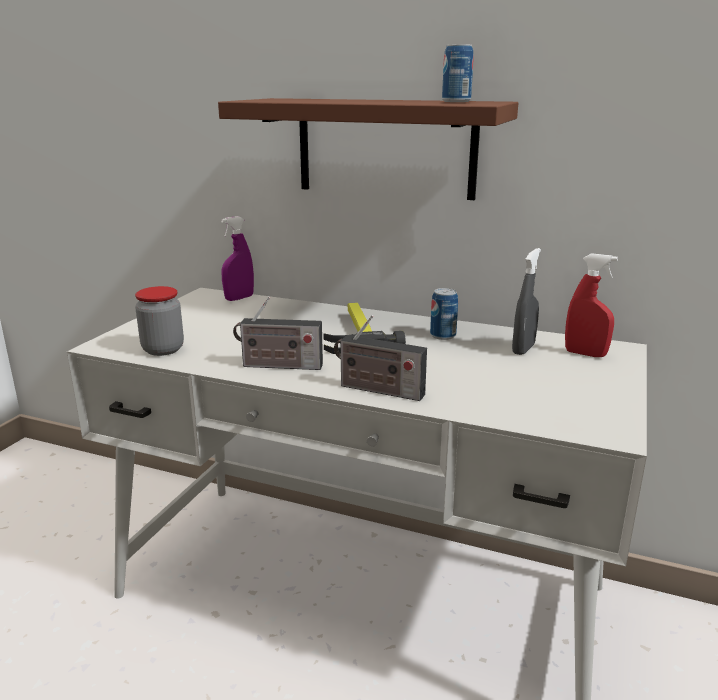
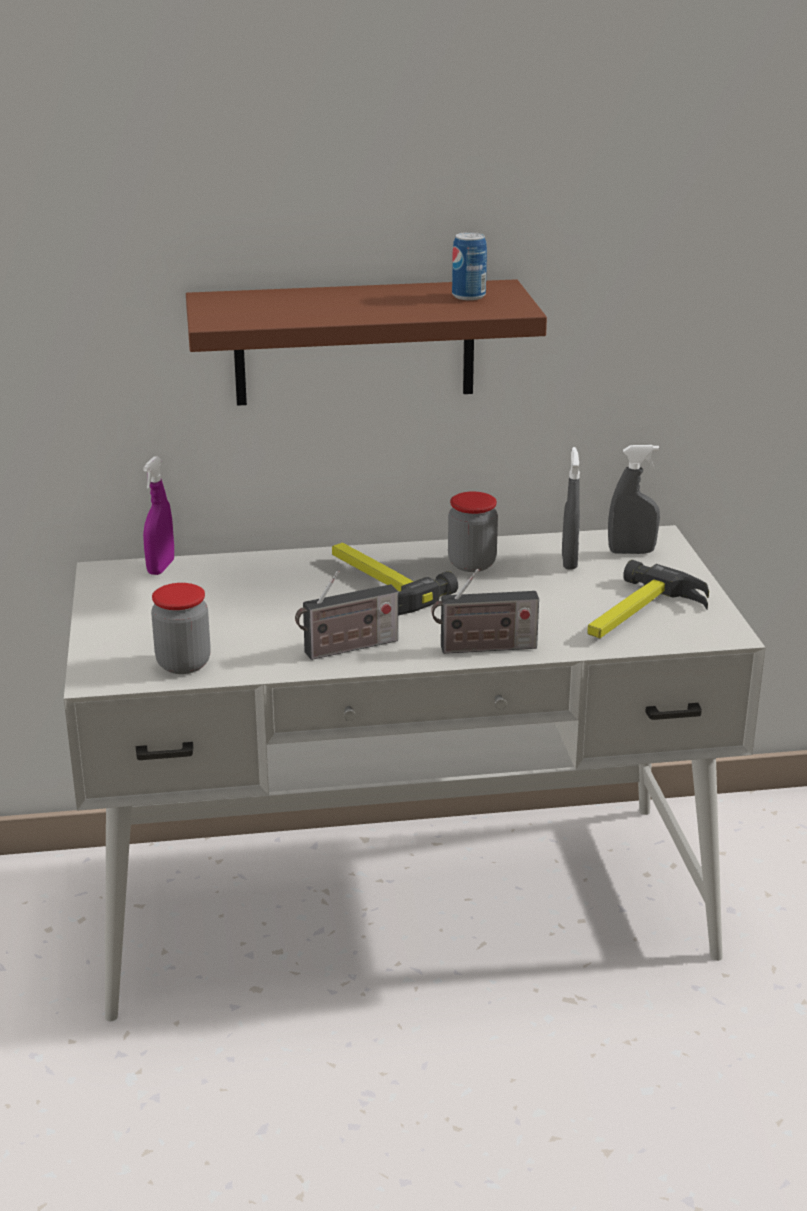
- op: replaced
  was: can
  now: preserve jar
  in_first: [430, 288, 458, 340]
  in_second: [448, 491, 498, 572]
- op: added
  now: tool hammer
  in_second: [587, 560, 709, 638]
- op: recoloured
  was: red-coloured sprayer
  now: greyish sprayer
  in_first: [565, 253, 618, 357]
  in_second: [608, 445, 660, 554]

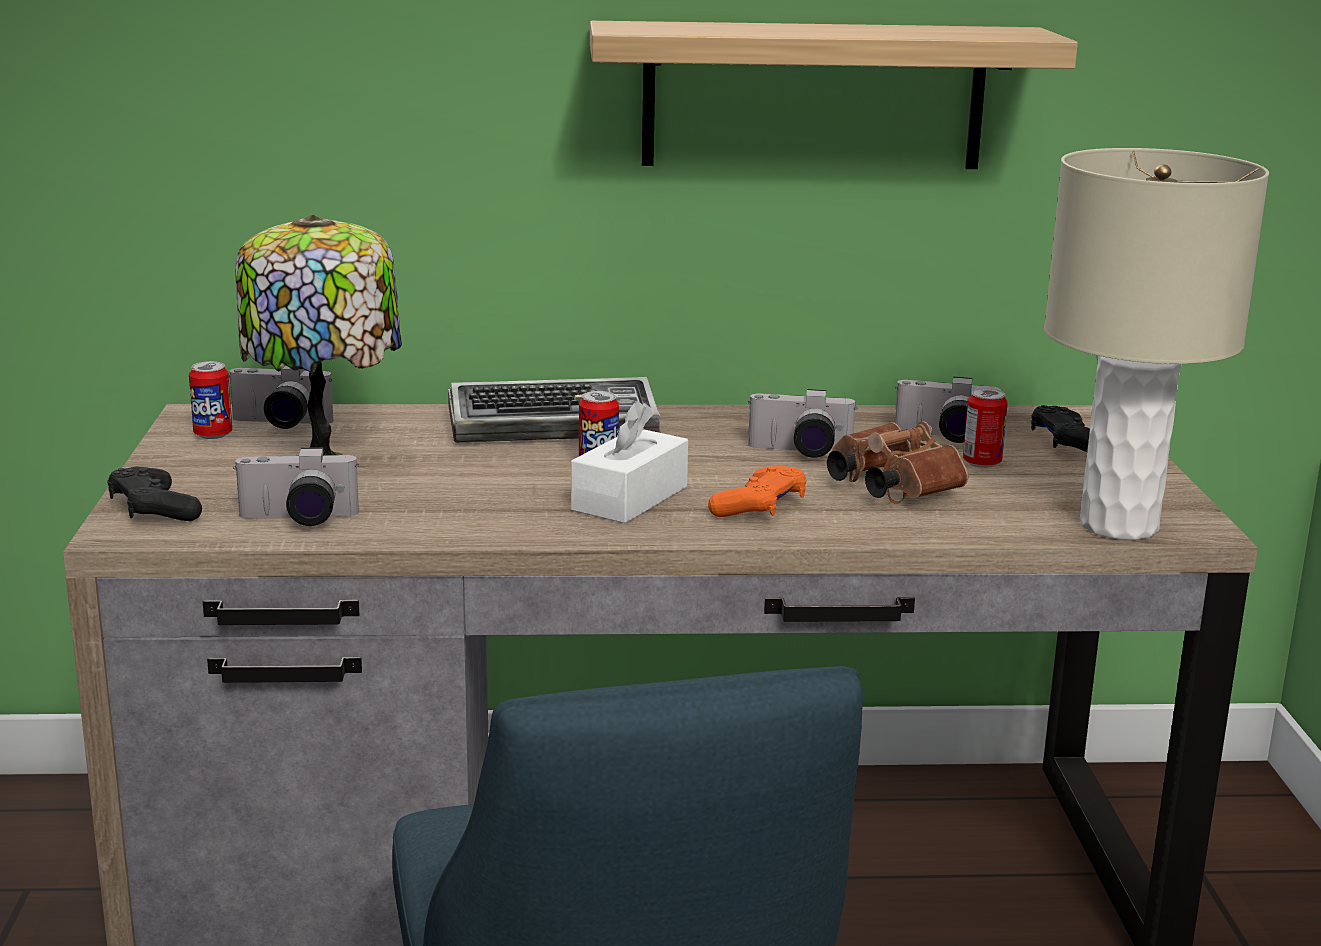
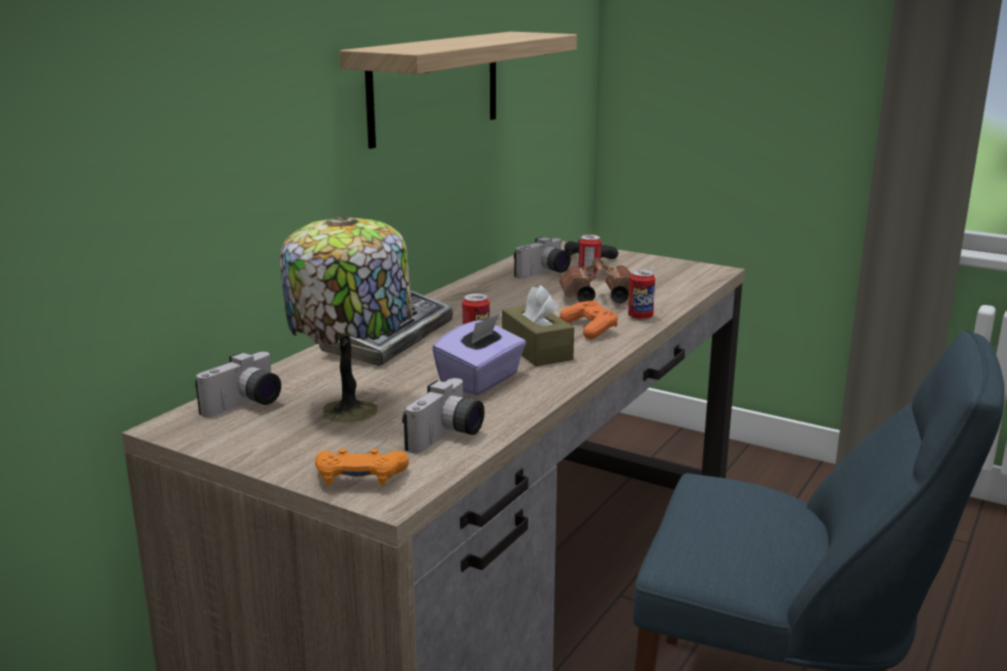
- op: recoloured
  was: black-coloured game controller
  now: orange game controller
  in_first: [107, 467, 202, 521]
  in_second: [315, 449, 409, 486]
- op: added
  now: purple-coloured tissue holder
  in_second: [432, 313, 526, 396]
- op: recoloured
  was: white tissue holder
  now: brownish tissue holder
  in_first: [571, 401, 688, 523]
  in_second: [502, 285, 574, 366]
- op: moved
  was: can
  in_first: [189, 361, 232, 439]
  in_second: [628, 270, 655, 320]
- op: removed
  was: still camera
  in_first: [748, 389, 857, 458]
- op: removed
  was: sand-coloured table lamp
  in_first: [1044, 148, 1269, 540]

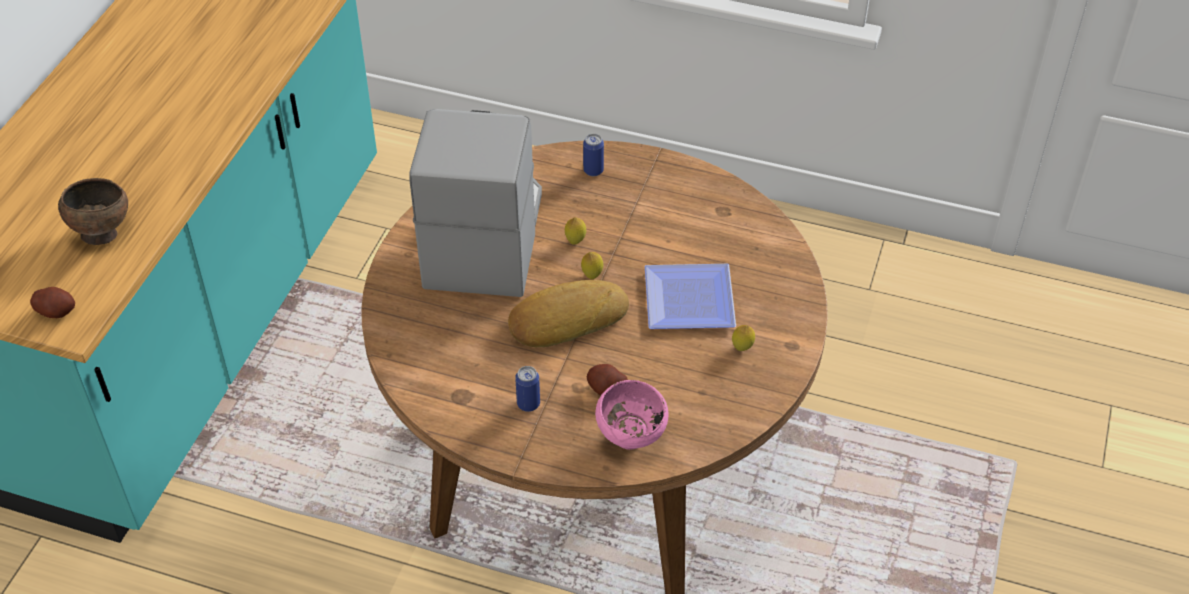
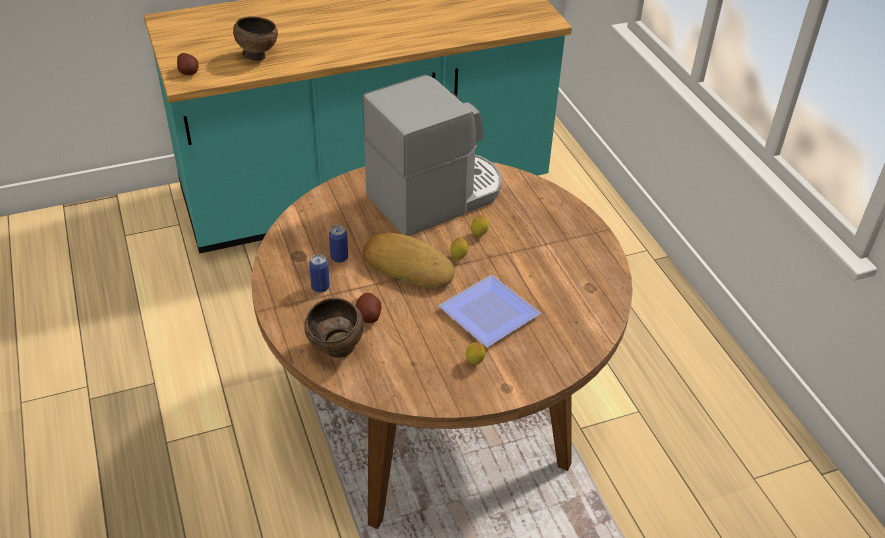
- op: recoloured
  was: pink-coloured deep dish
  now: brownish deep dish
  in_first: [595, 380, 669, 450]
  in_second: [304, 298, 364, 358]
- op: moved
  was: can
  in_first: [583, 134, 604, 176]
  in_second: [329, 225, 348, 263]

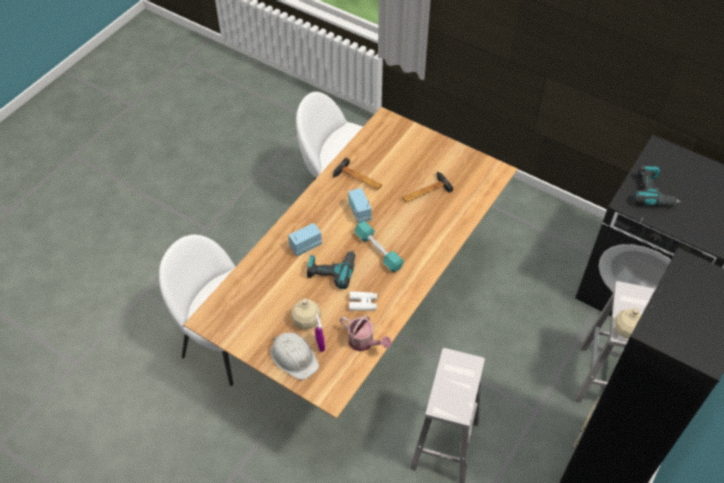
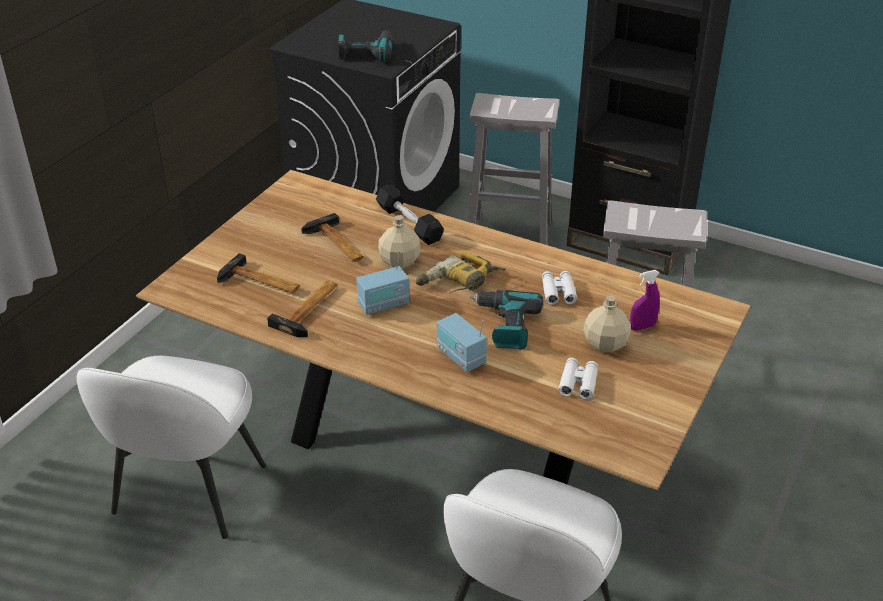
- op: added
  now: tool hammer
  in_second: [217, 253, 300, 293]
- op: added
  now: black-coloured dumbbell
  in_second: [376, 184, 444, 245]
- op: moved
  was: sand-coloured beverage bottle
  in_first: [615, 308, 641, 339]
  in_second: [378, 215, 421, 268]
- op: replaced
  was: blue-green dumbbell
  now: drill
  in_first: [355, 221, 404, 272]
  in_second: [416, 252, 506, 294]
- op: added
  now: white field glasses
  in_second: [558, 358, 598, 400]
- op: removed
  was: white hard hat
  in_first: [271, 332, 319, 380]
- op: removed
  was: watering pot
  in_first: [340, 315, 391, 352]

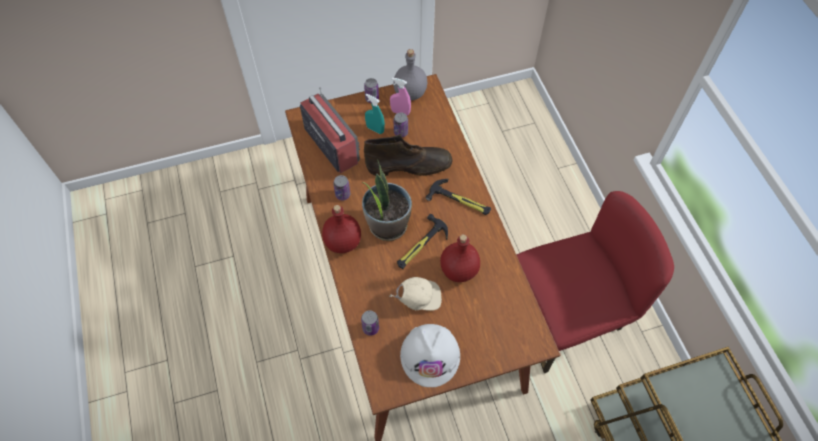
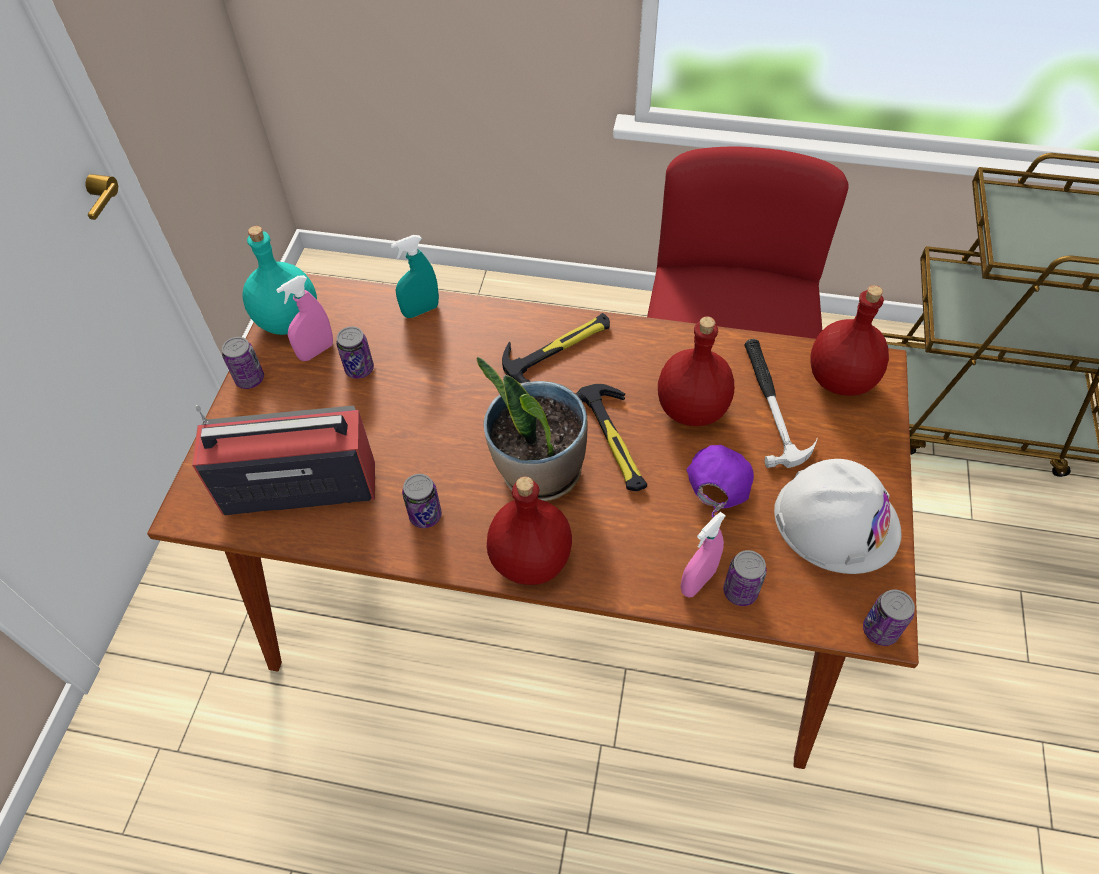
- op: recoloured
  was: greyish beverage bottle
  now: blue-green beverage bottle
  in_first: [393, 49, 427, 100]
  in_second: [243, 226, 317, 335]
- op: moved
  was: blue-green sprayer
  in_first: [365, 94, 385, 134]
  in_second: [391, 235, 439, 318]
- op: added
  now: pink-coloured sprayer
  in_second: [680, 512, 726, 597]
- op: recoloured
  was: sand-coloured baseball cap
  now: purple-coloured baseball cap
  in_first: [389, 277, 442, 311]
  in_second: [687, 445, 754, 517]
- op: added
  now: tool hammer
  in_second: [744, 339, 818, 468]
- op: added
  now: red-coloured beverage bottle
  in_second: [811, 285, 889, 396]
- op: added
  now: can
  in_second: [863, 589, 915, 646]
- op: removed
  was: brownish tall boot
  in_first: [364, 134, 452, 176]

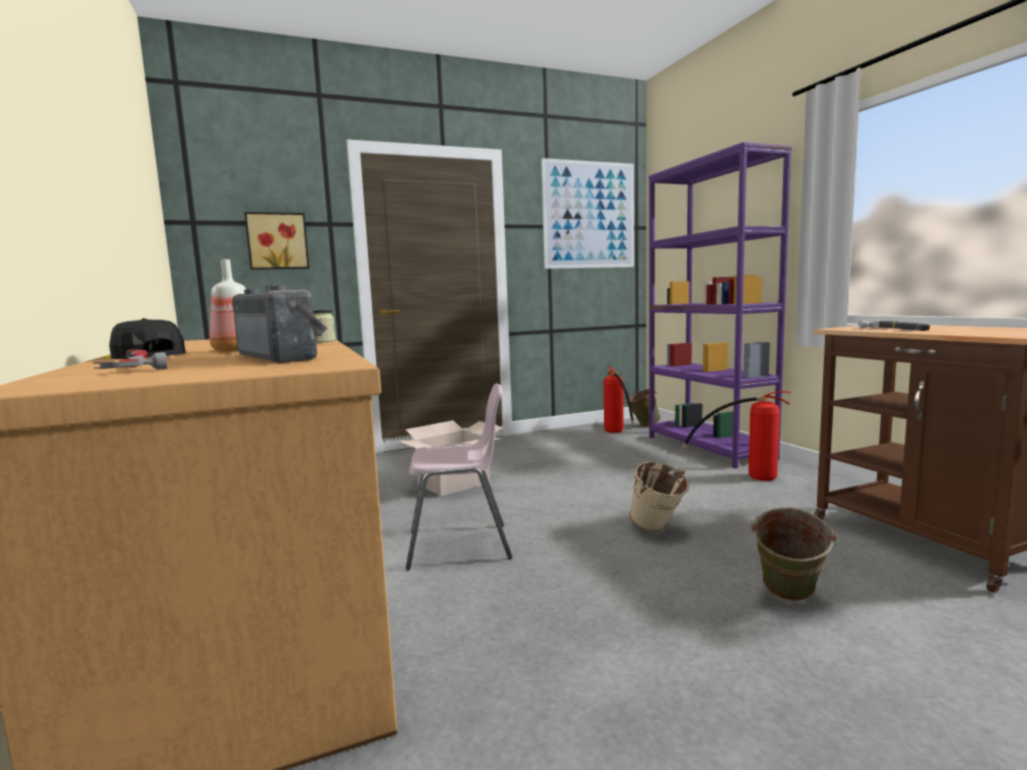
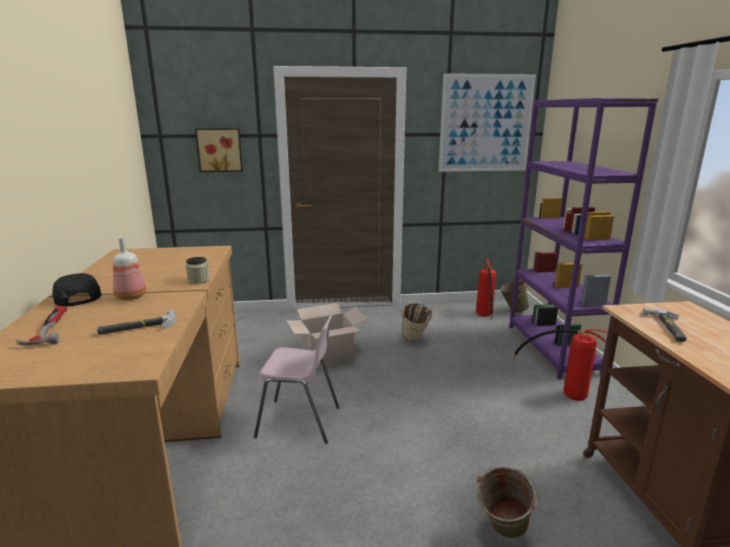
- op: replaced
  was: radio receiver
  now: tool hammer
  in_first: [232, 285, 327, 363]
  in_second: [97, 310, 176, 335]
- op: moved
  was: sand-coloured water bucket
  in_first: [629, 461, 689, 532]
  in_second: [401, 303, 433, 341]

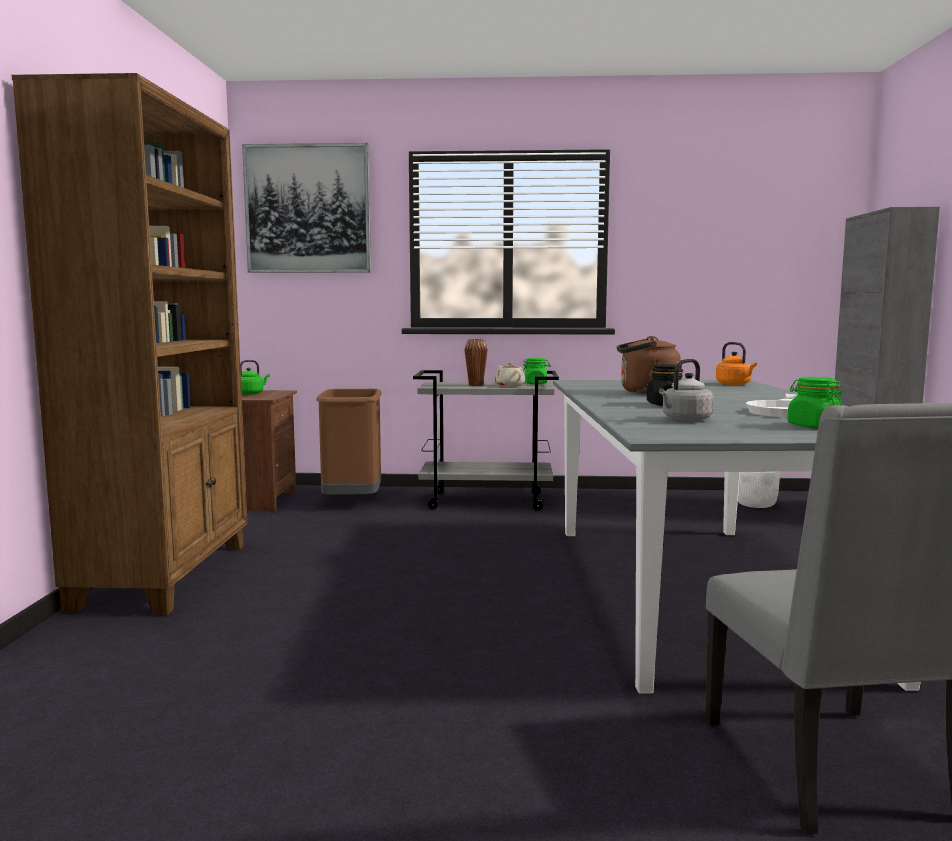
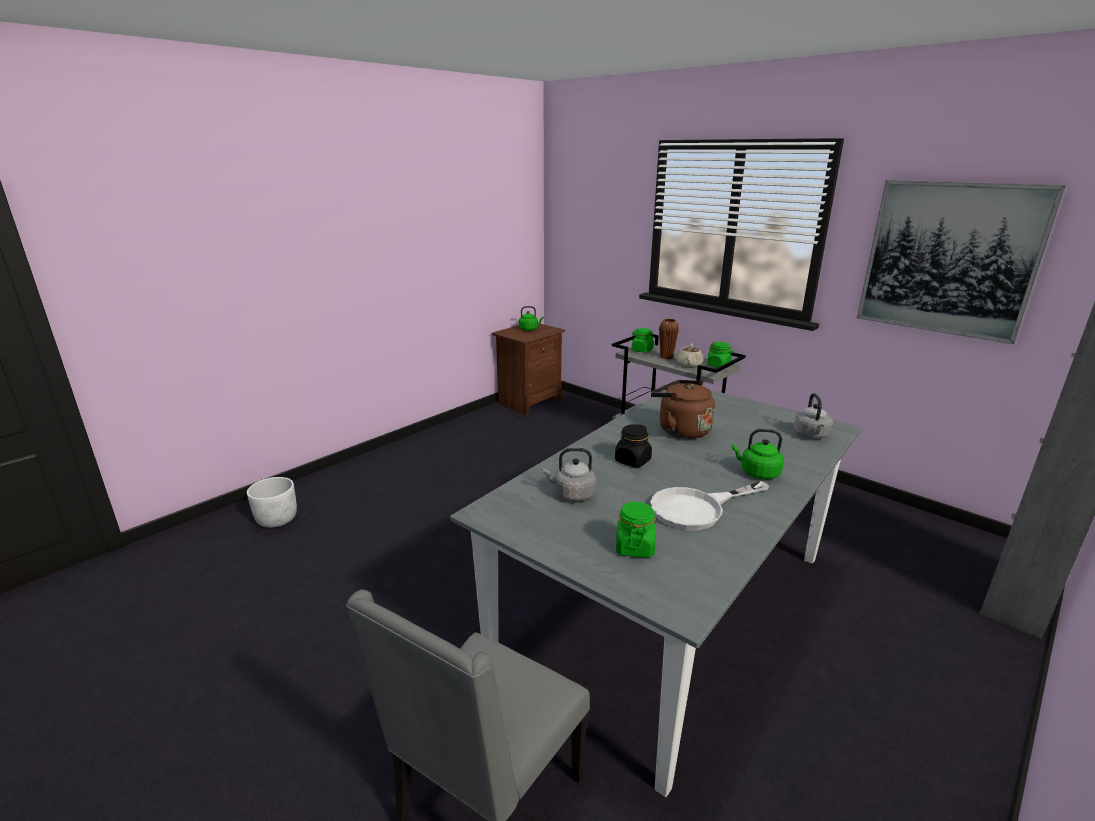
- op: moved
  was: white flower pot
  in_first: [738, 471, 781, 508]
  in_second: [247, 477, 297, 528]
- op: added
  now: green-coloured preserve jar
  in_second: [631, 328, 654, 353]
- op: added
  now: green-coloured water kettle
  in_second: [732, 429, 784, 480]
- op: recoloured
  was: orange water kettle
  now: greyish water kettle
  in_first: [716, 342, 757, 385]
  in_second: [794, 393, 833, 439]
- op: moved
  was: wall art
  in_first: [242, 143, 371, 273]
  in_second: [857, 180, 1066, 344]
- op: removed
  was: brownish bookshelf
  in_first: [12, 73, 248, 615]
- op: removed
  was: brownish rubbish bin
  in_first: [316, 389, 382, 495]

